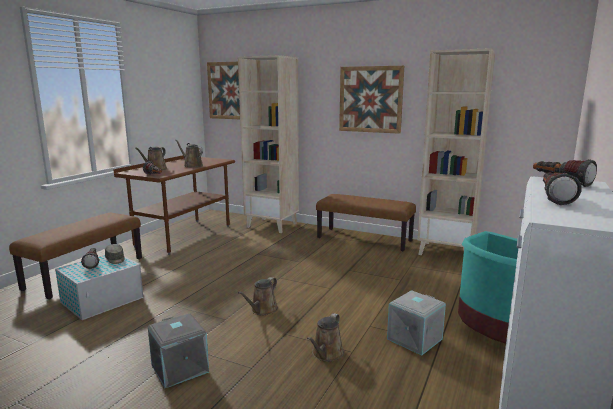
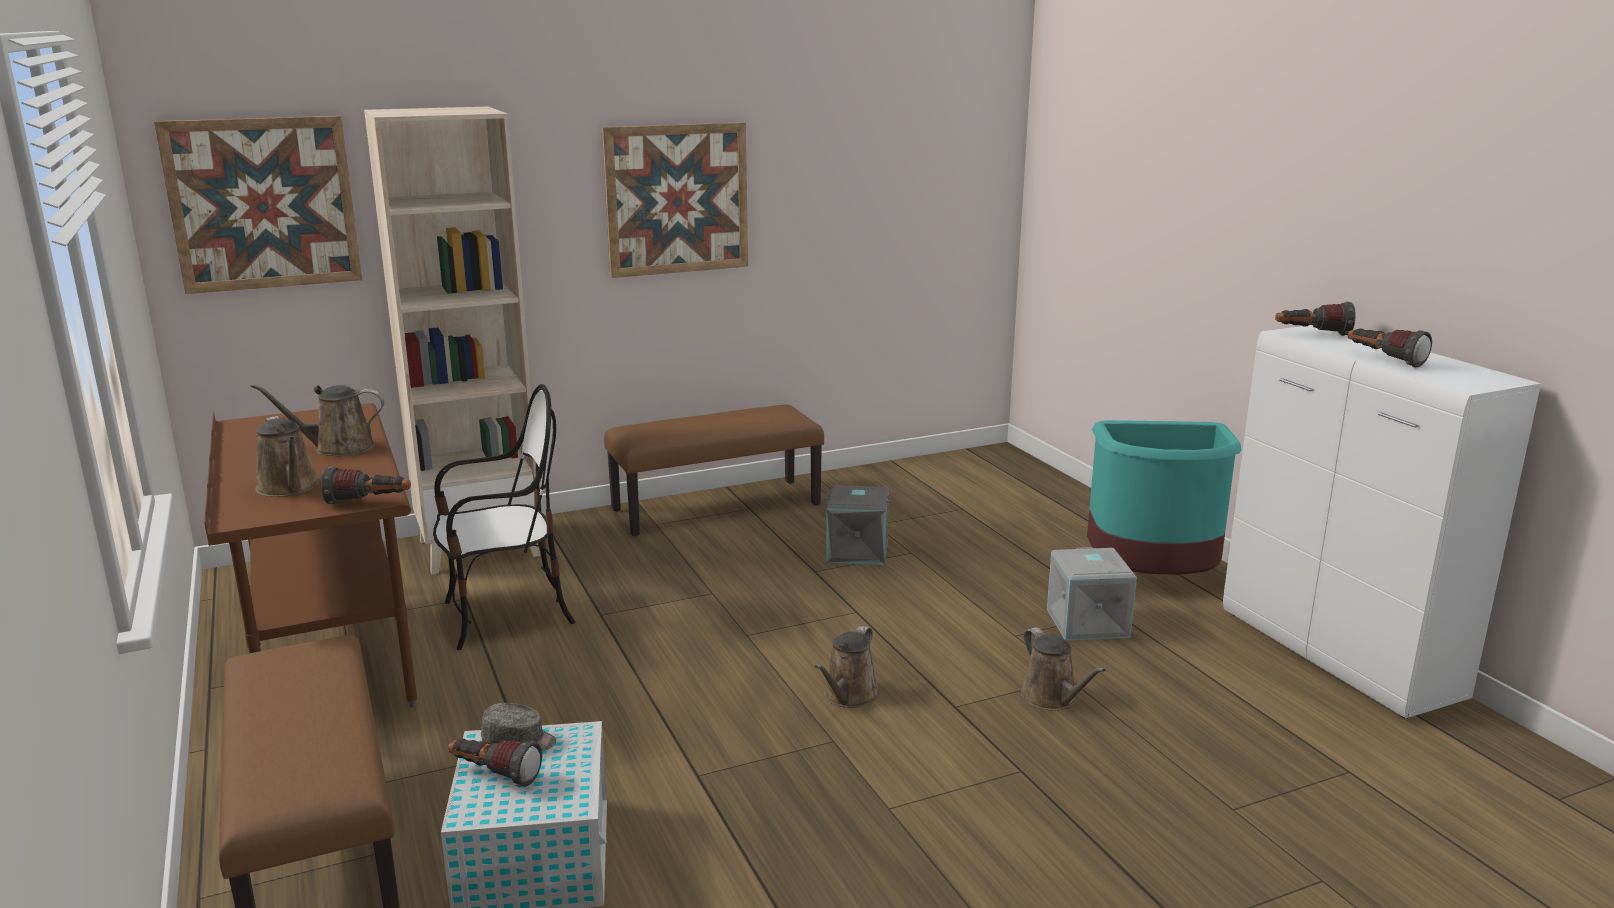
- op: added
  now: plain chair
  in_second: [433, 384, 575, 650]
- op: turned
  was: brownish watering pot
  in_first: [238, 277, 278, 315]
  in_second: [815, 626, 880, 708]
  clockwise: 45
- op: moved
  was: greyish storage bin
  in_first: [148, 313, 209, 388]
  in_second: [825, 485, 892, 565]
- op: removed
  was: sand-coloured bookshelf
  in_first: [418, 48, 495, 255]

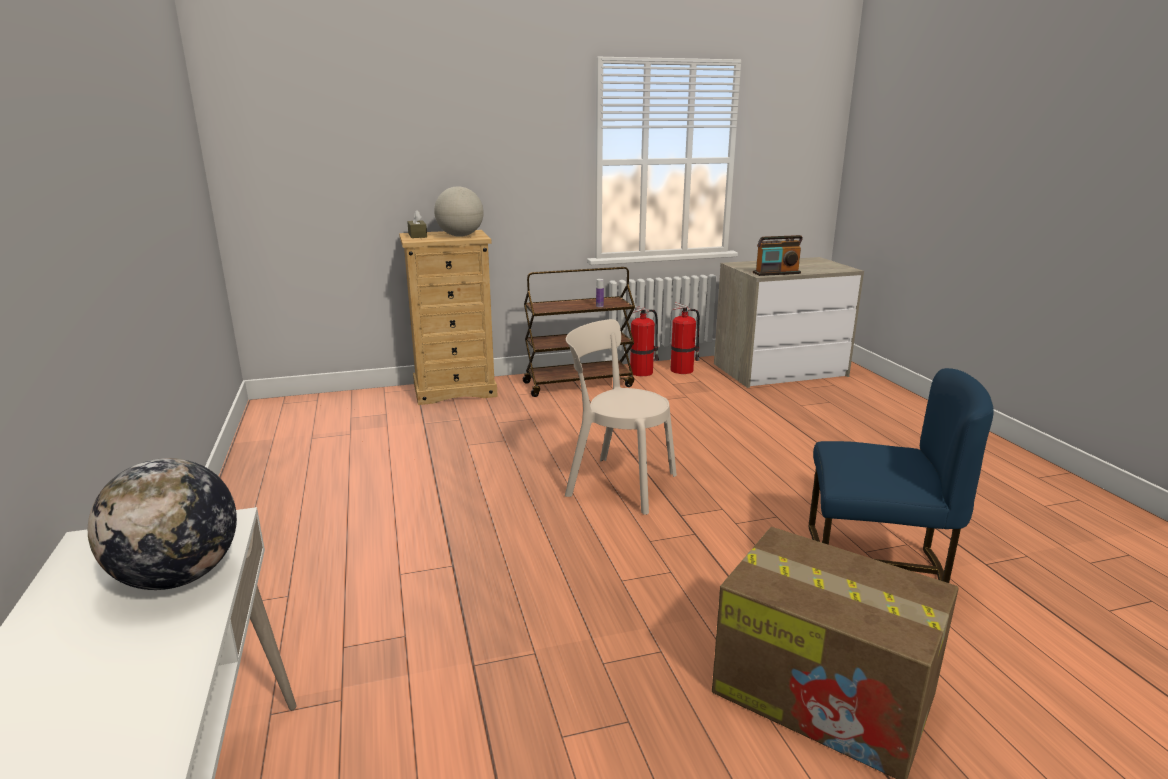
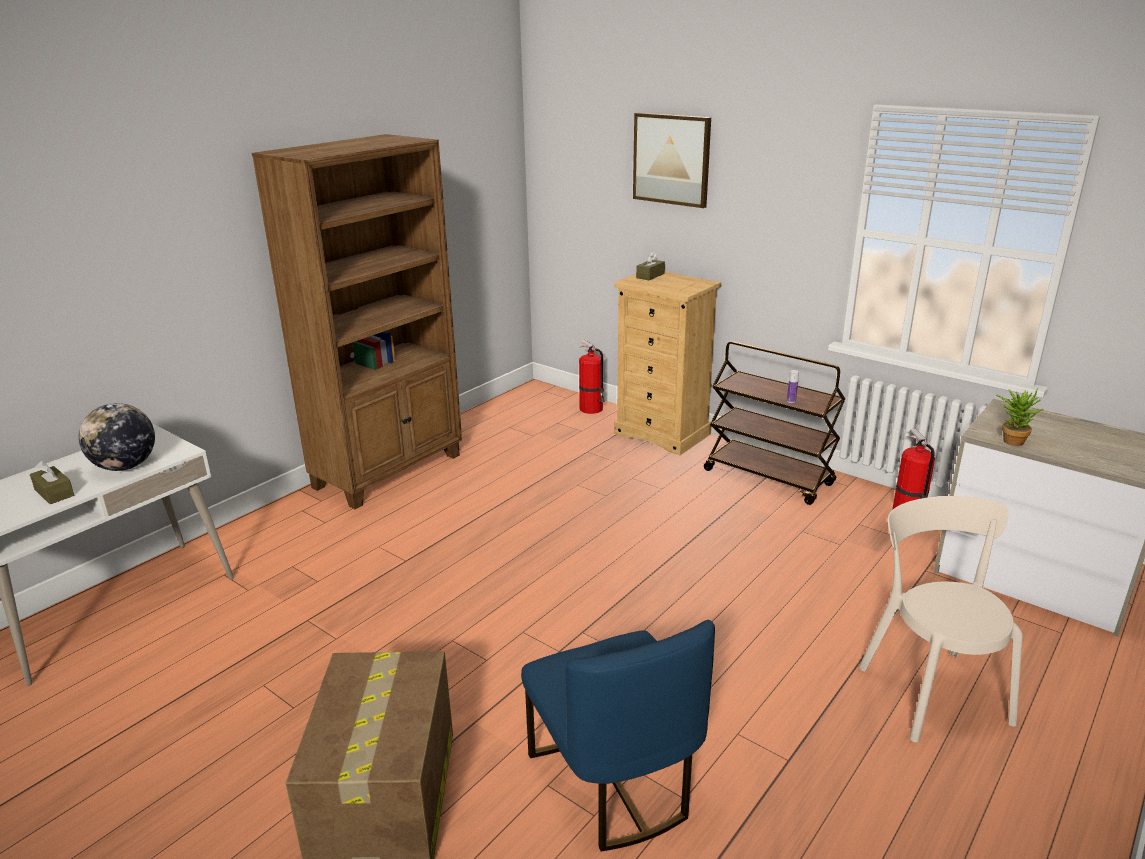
- op: added
  now: brownish tissue holder
  in_second: [30, 461, 74, 504]
- op: added
  now: brownish bookshelf
  in_second: [252, 134, 462, 509]
- op: moved
  was: fire extinguisher
  in_first: [630, 306, 659, 376]
  in_second: [579, 340, 604, 414]
- op: added
  now: wall art
  in_second: [633, 113, 711, 208]
- op: moved
  was: sand-coloured plain chair
  in_first: [565, 319, 677, 515]
  in_second: [859, 496, 1023, 742]
- op: replaced
  was: radio receiver
  now: plant in a pot
  in_first: [753, 235, 803, 276]
  in_second: [996, 388, 1044, 446]
- op: removed
  was: desk globe
  in_first: [434, 186, 484, 237]

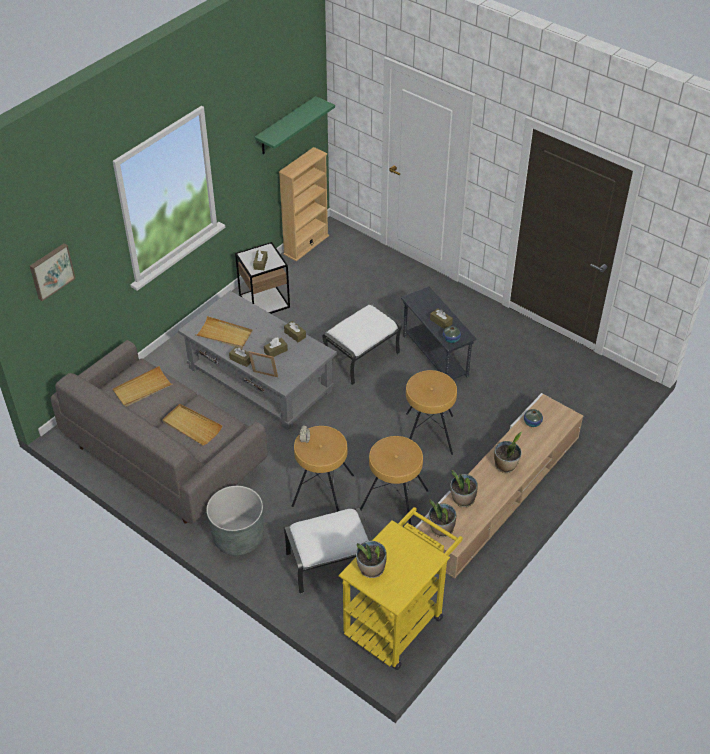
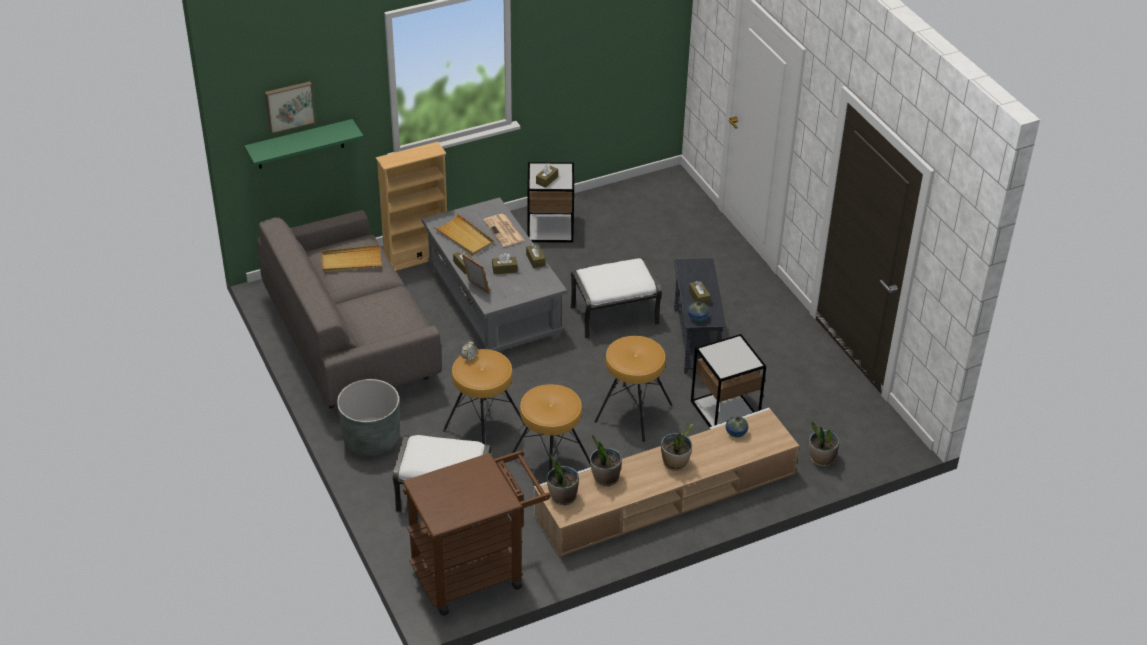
- op: moved
  was: green-coloured wall shelf
  in_first: [255, 96, 335, 154]
  in_second: [244, 119, 364, 169]
- op: moved
  was: sand-coloured bookshelf
  in_first: [278, 147, 329, 261]
  in_second: [376, 142, 447, 271]
- op: recoloured
  was: yellow cart
  now: brownish cart
  in_first: [338, 507, 463, 670]
  in_second: [402, 450, 551, 616]
- op: added
  now: newspaper
  in_second: [483, 214, 525, 247]
- op: added
  now: accent table
  in_second: [691, 334, 766, 428]
- op: moved
  was: plant in a pot
  in_first: [356, 541, 387, 578]
  in_second: [809, 422, 839, 466]
- op: removed
  was: sand-coloured serving tray
  in_first: [162, 404, 222, 445]

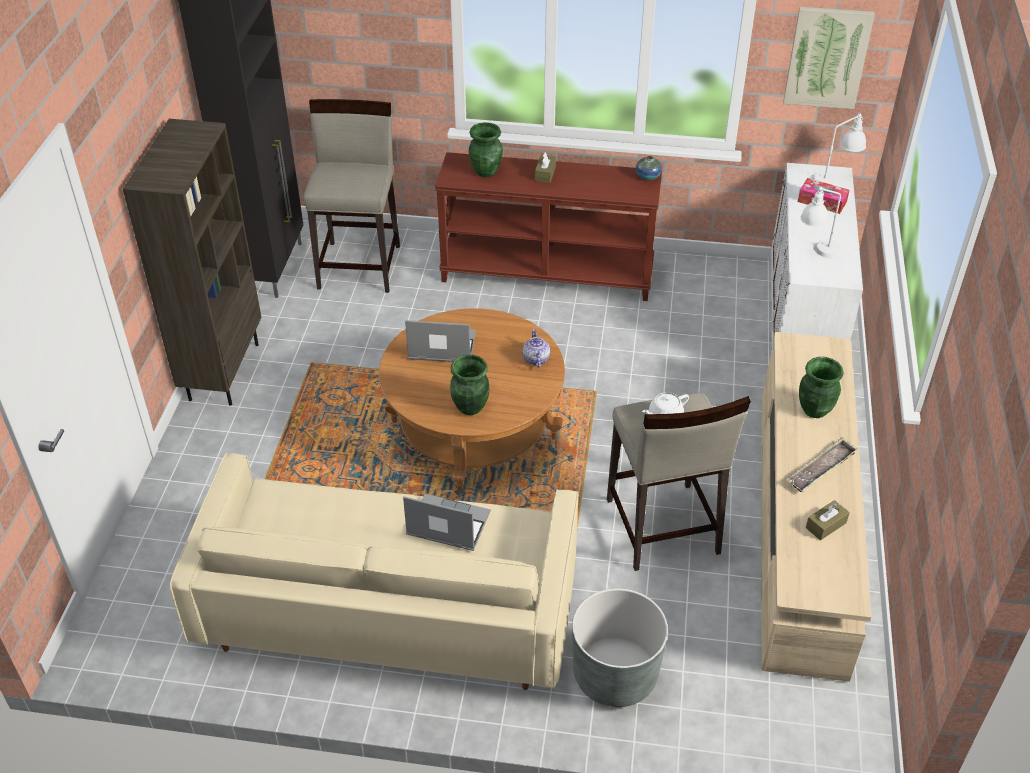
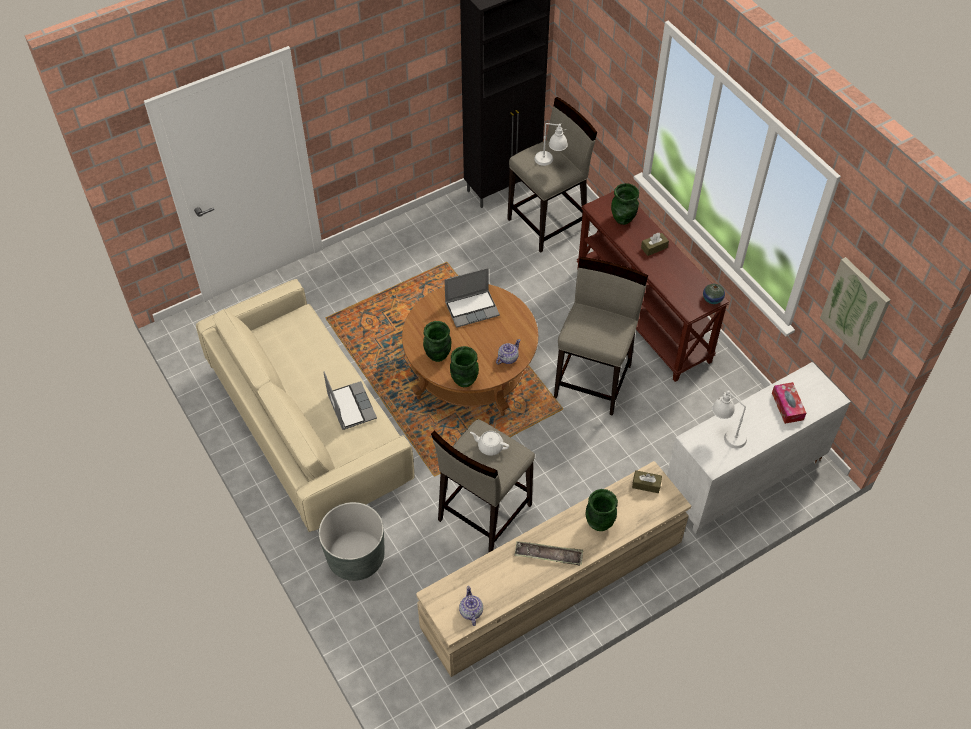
- op: turned
  was: laptop
  in_first: [405, 320, 476, 362]
  in_second: [444, 268, 500, 328]
  clockwise: 105
- op: added
  now: green-coloured flower vase
  in_second: [450, 346, 479, 387]
- op: added
  now: teapot
  in_second: [459, 586, 483, 626]
- op: moved
  was: white table lamp
  in_first: [812, 112, 866, 186]
  in_second: [534, 123, 568, 166]
- op: added
  now: sand-coloured stool
  in_second: [554, 257, 648, 416]
- op: moved
  was: brownish tissue holder
  in_first: [806, 500, 850, 540]
  in_second: [632, 470, 662, 493]
- op: removed
  was: brownish bookshelf
  in_first: [123, 119, 262, 406]

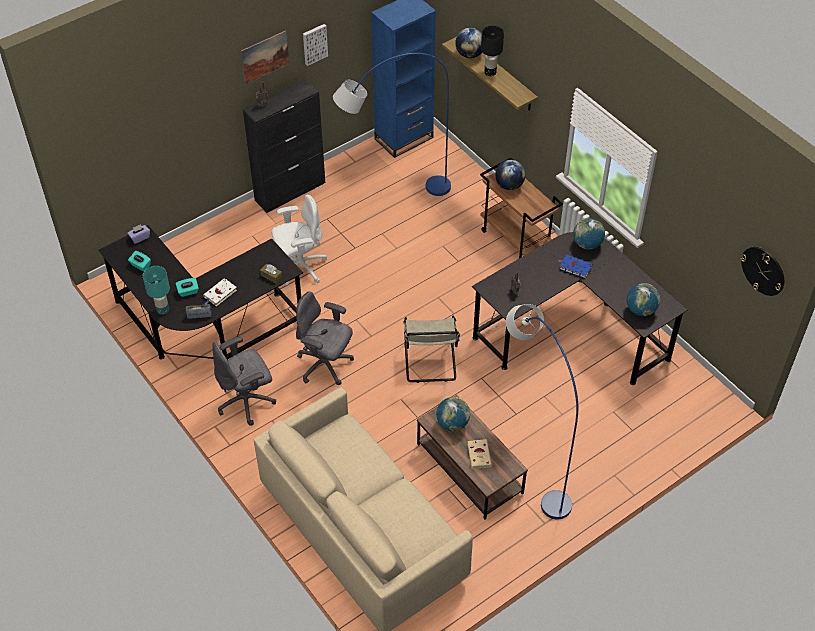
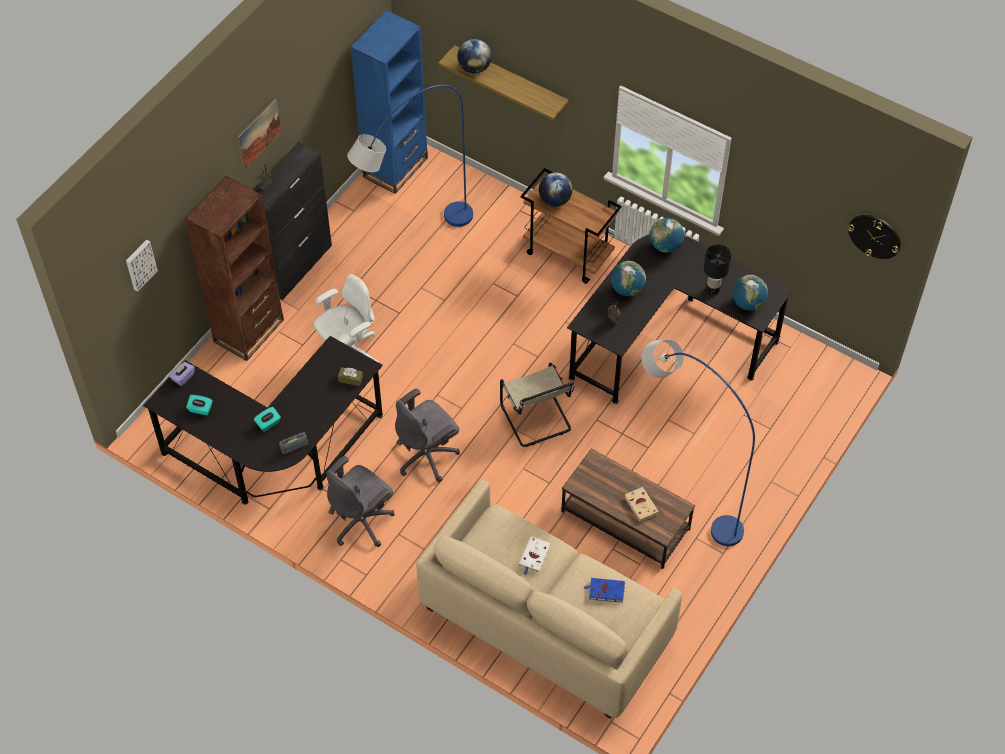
- op: moved
  was: wall art
  in_first: [303, 24, 328, 66]
  in_second: [126, 240, 158, 292]
- op: added
  now: brownish bookshelf
  in_second: [185, 176, 284, 361]
- op: turned
  was: greyish office chair
  in_first: [296, 291, 354, 385]
  in_second: [395, 389, 460, 482]
  clockwise: -45
- op: moved
  was: white bound book
  in_first: [203, 278, 237, 306]
  in_second: [518, 537, 551, 575]
- op: moved
  was: blue bound book
  in_first: [558, 254, 592, 279]
  in_second: [583, 578, 625, 603]
- op: moved
  was: desk globe
  in_first: [436, 397, 470, 431]
  in_second: [611, 261, 646, 296]
- op: moved
  was: black-coloured table lamp
  in_first: [481, 26, 504, 76]
  in_second: [704, 244, 731, 295]
- op: removed
  was: blue-green table lamp
  in_first: [143, 266, 170, 315]

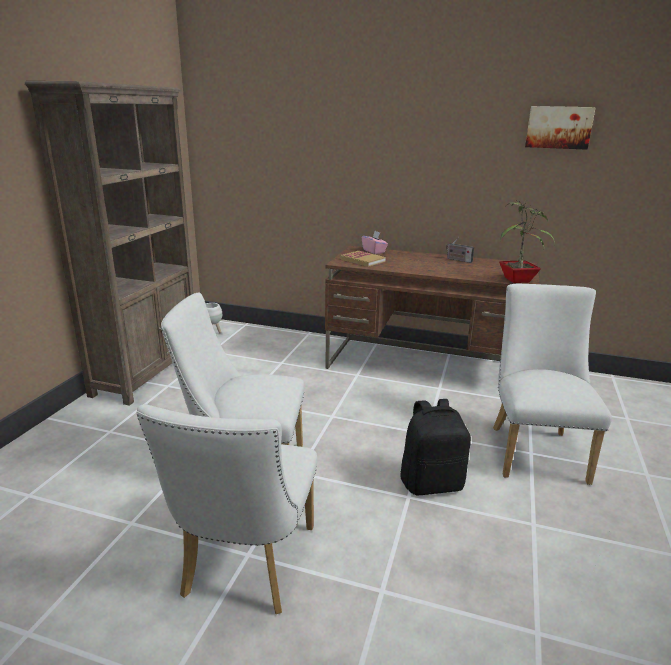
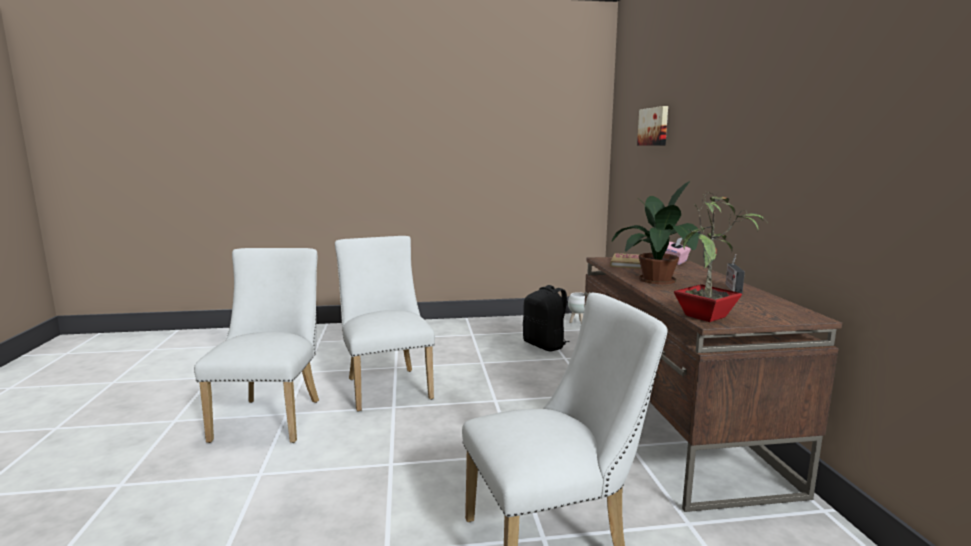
- op: turned
  was: white plain chair
  in_first: [137, 404, 317, 614]
  in_second: [194, 248, 319, 443]
  clockwise: 105
- op: moved
  was: black-coloured rucksack
  in_first: [400, 399, 471, 495]
  in_second: [523, 285, 570, 351]
- op: added
  now: plant in a pot
  in_second: [612, 181, 705, 284]
- op: moved
  was: wall art
  in_first: [525, 106, 596, 150]
  in_second: [637, 106, 668, 145]
- op: removed
  was: brownish bookshelf
  in_first: [25, 81, 193, 406]

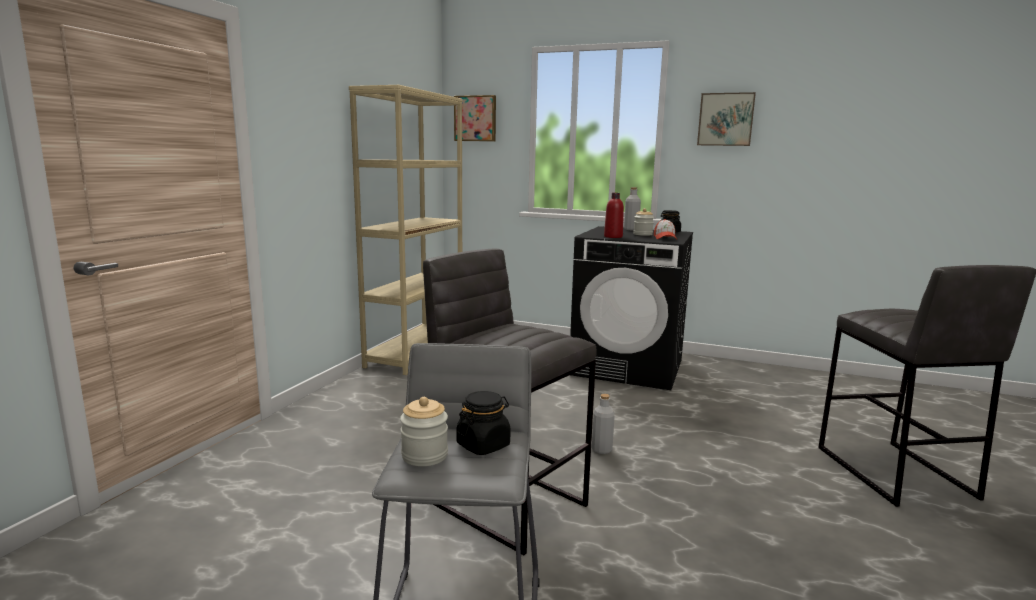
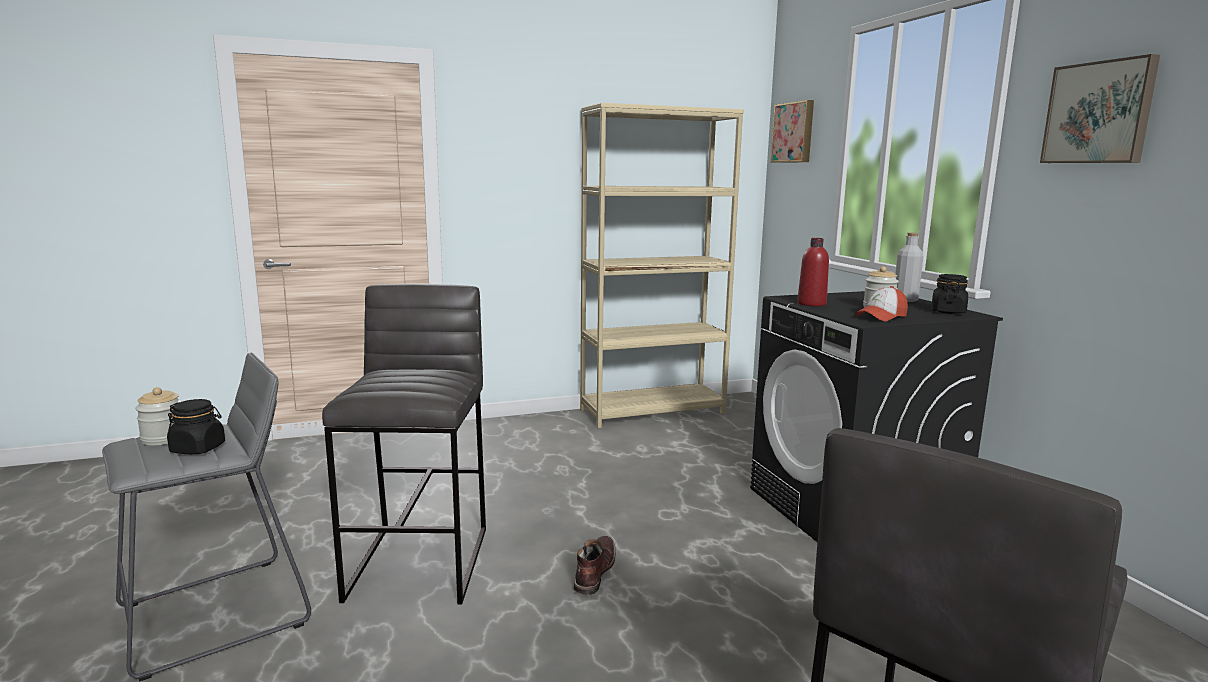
- op: replaced
  was: greyish beverage bottle
  now: brownish tall boot
  in_first: [592, 394, 615, 454]
  in_second: [574, 536, 616, 595]

